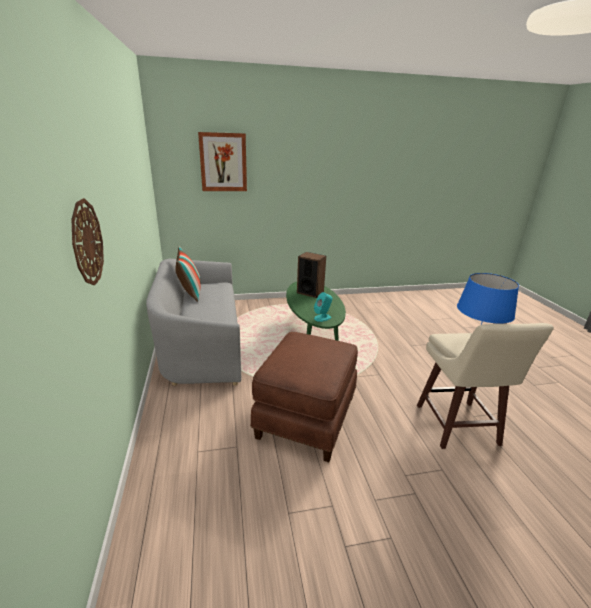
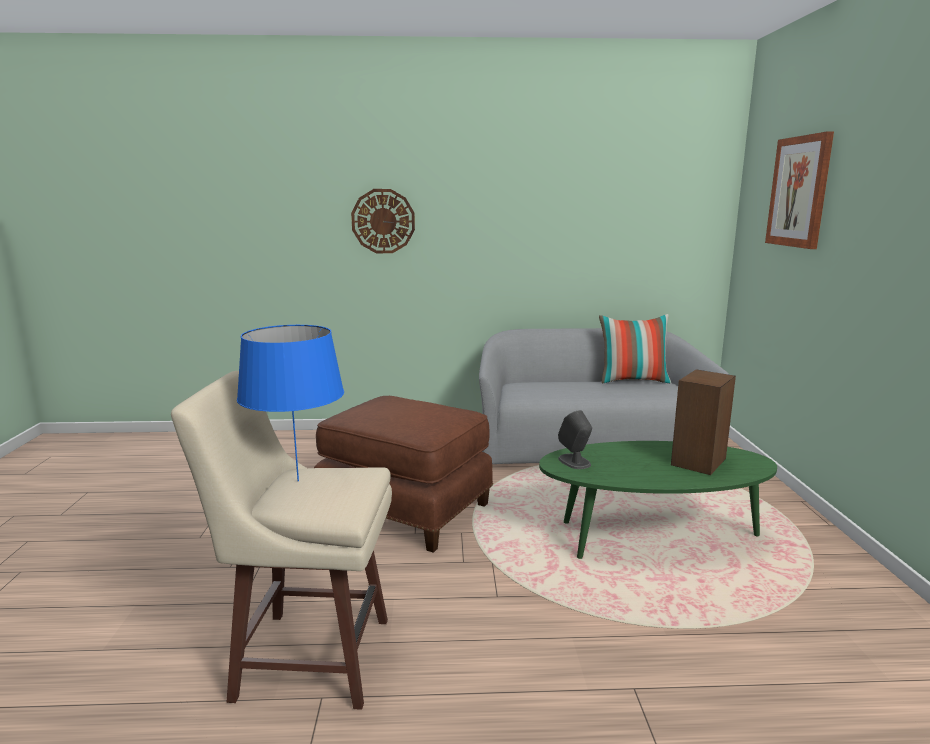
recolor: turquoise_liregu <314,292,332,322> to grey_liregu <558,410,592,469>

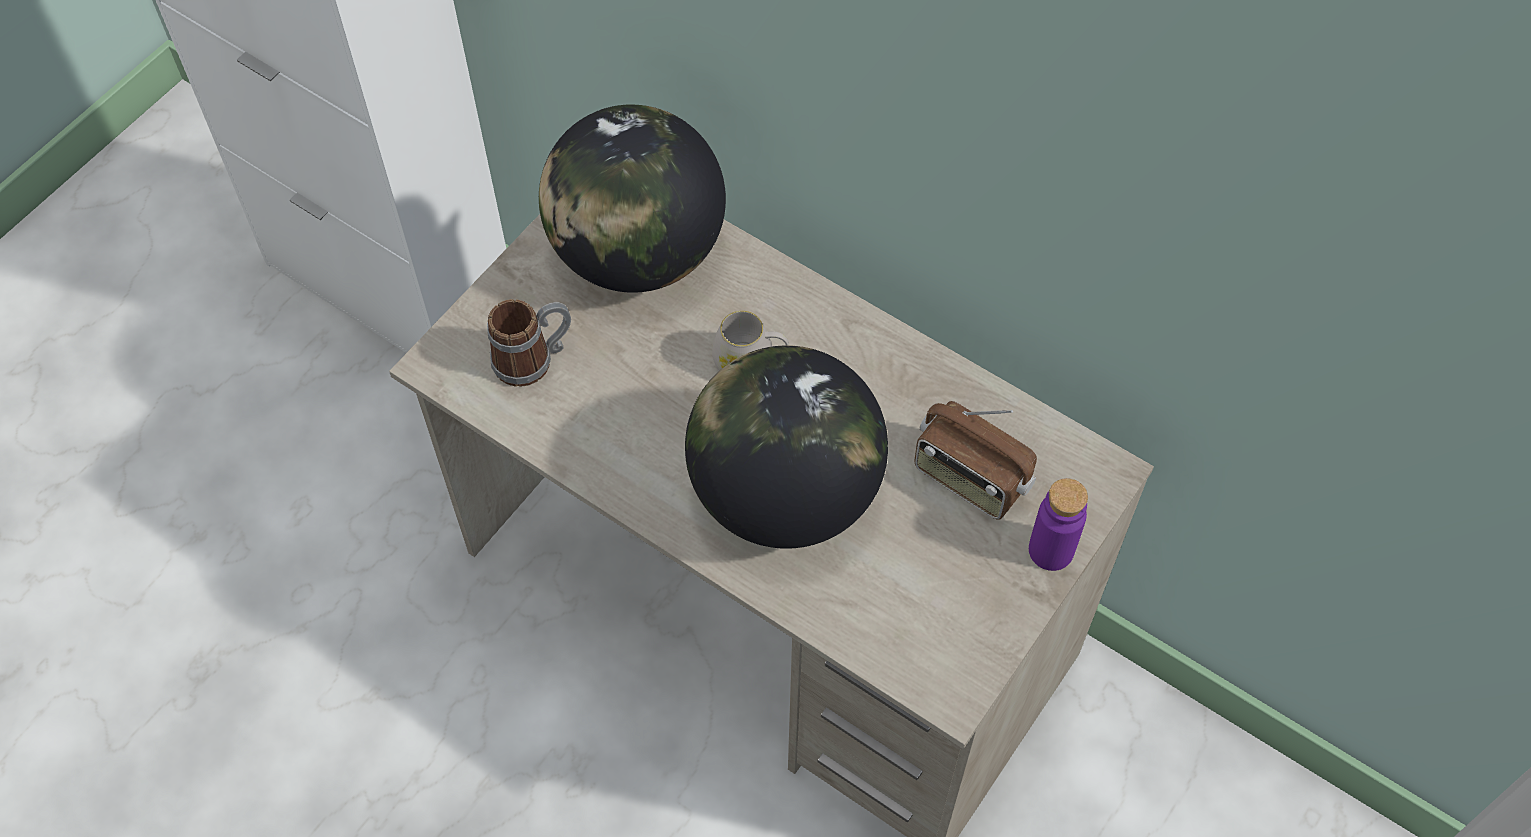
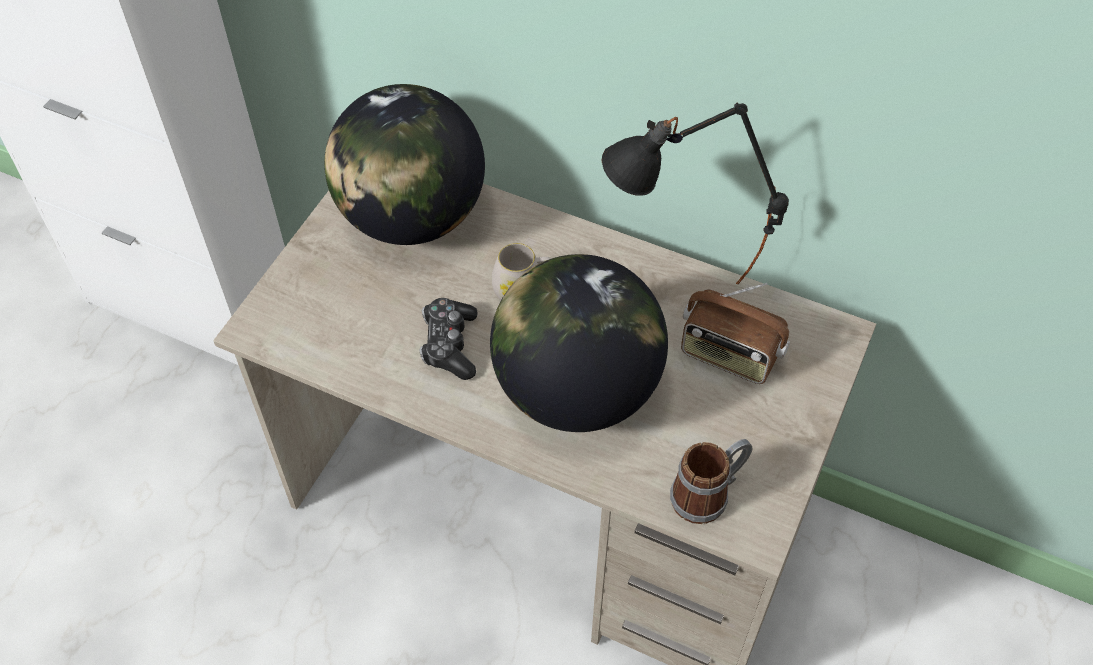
delete: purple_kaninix <1029,478,1088,571>
insert: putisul <419,298,478,380>; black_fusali <602,103,789,284>
move: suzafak <487,299,571,387> to <670,439,752,524>

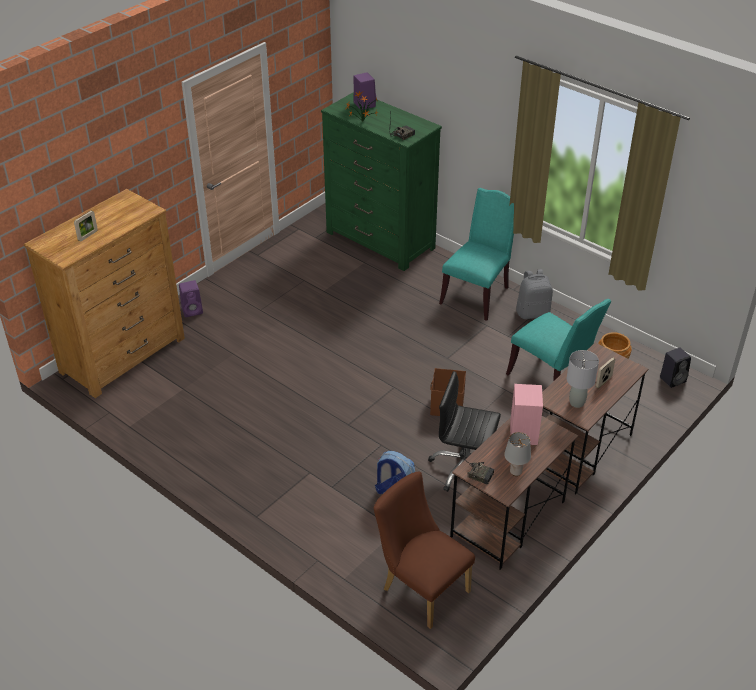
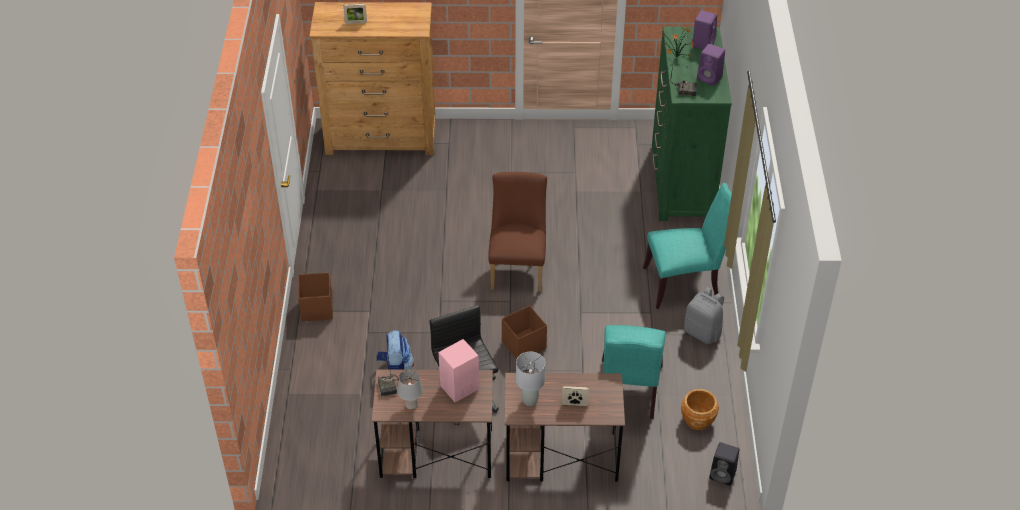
insert: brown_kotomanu <298,272,333,321>
move: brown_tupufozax <374,472,475,629> to <488,172,547,292>; purple_liregu <179,280,203,317> to <697,44,725,86>

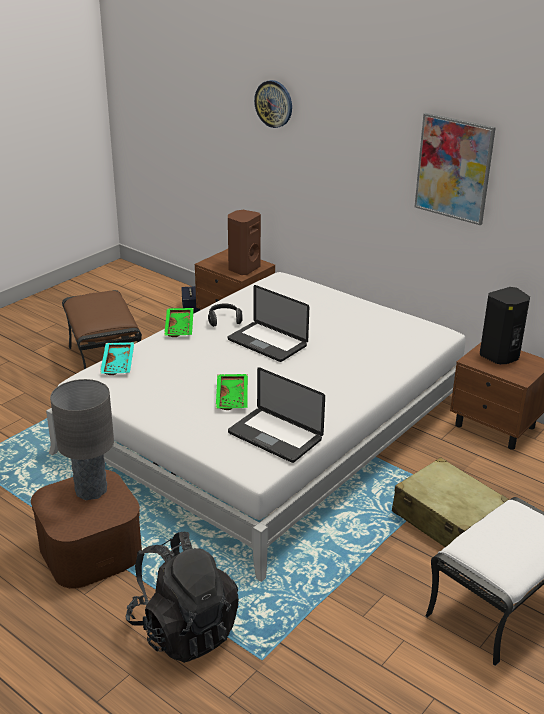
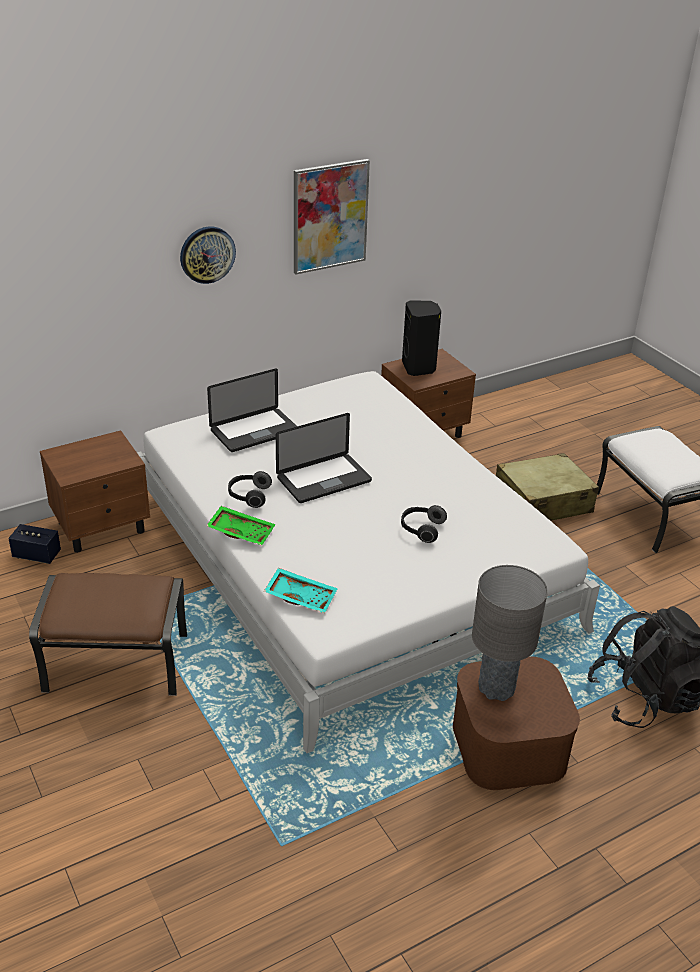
delete: brown_liregu <228,210,261,275>
move: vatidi <254,80,292,128> to <180,226,236,284>; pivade <228,367,325,463> to <207,369,297,452>
replace: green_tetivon <216,374,248,410> to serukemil <401,505,447,543>

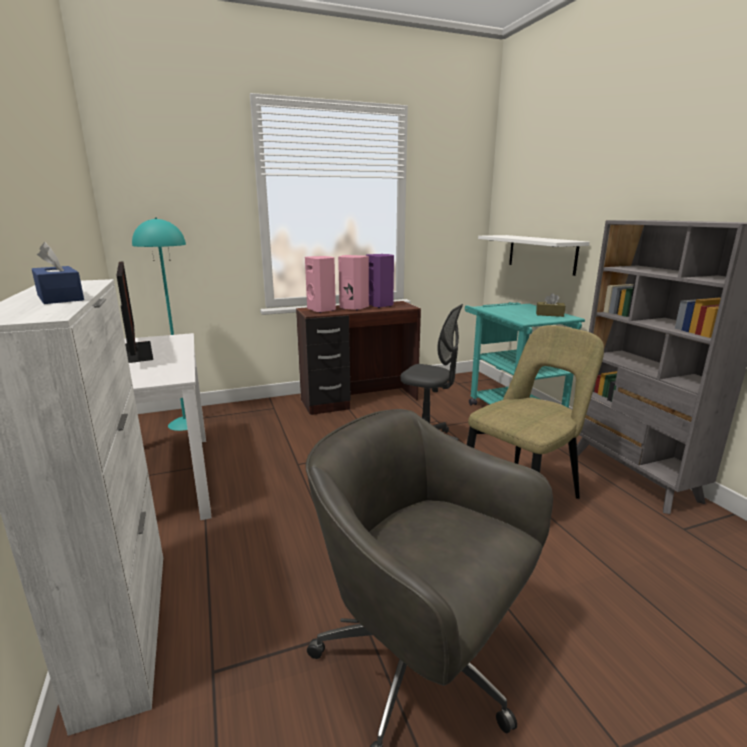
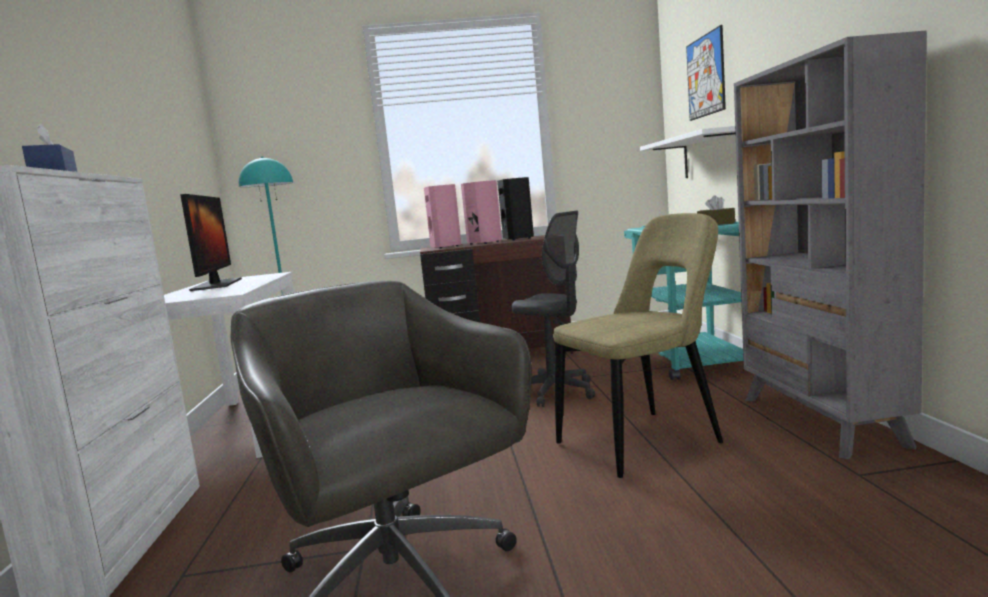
insert: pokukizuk <686,25,726,121>
recolor: purple_liregu <366,254,394,308> to black_liregu <498,177,534,240>

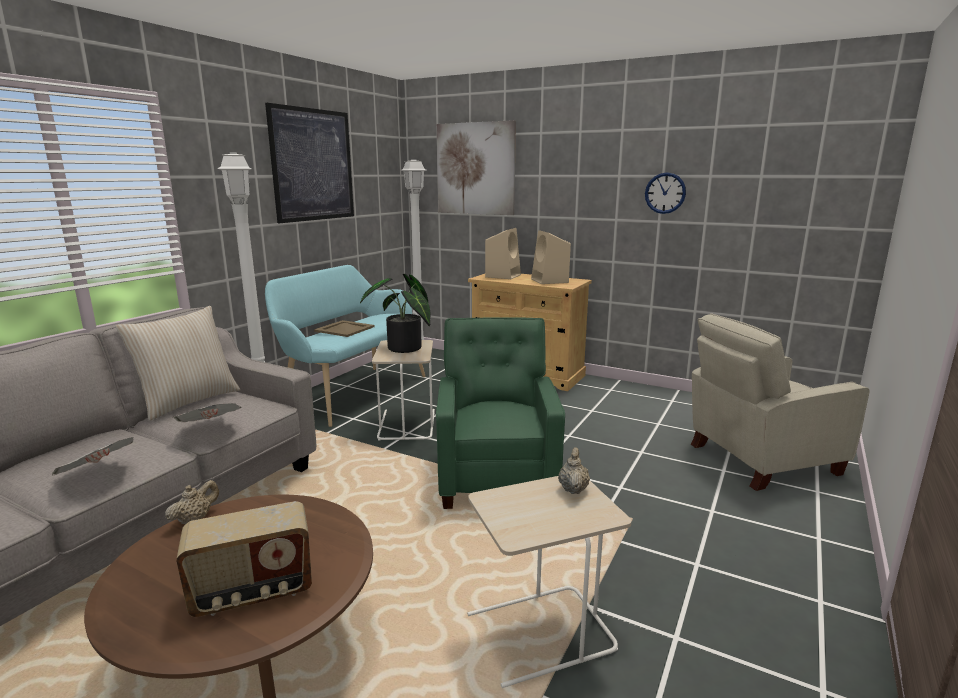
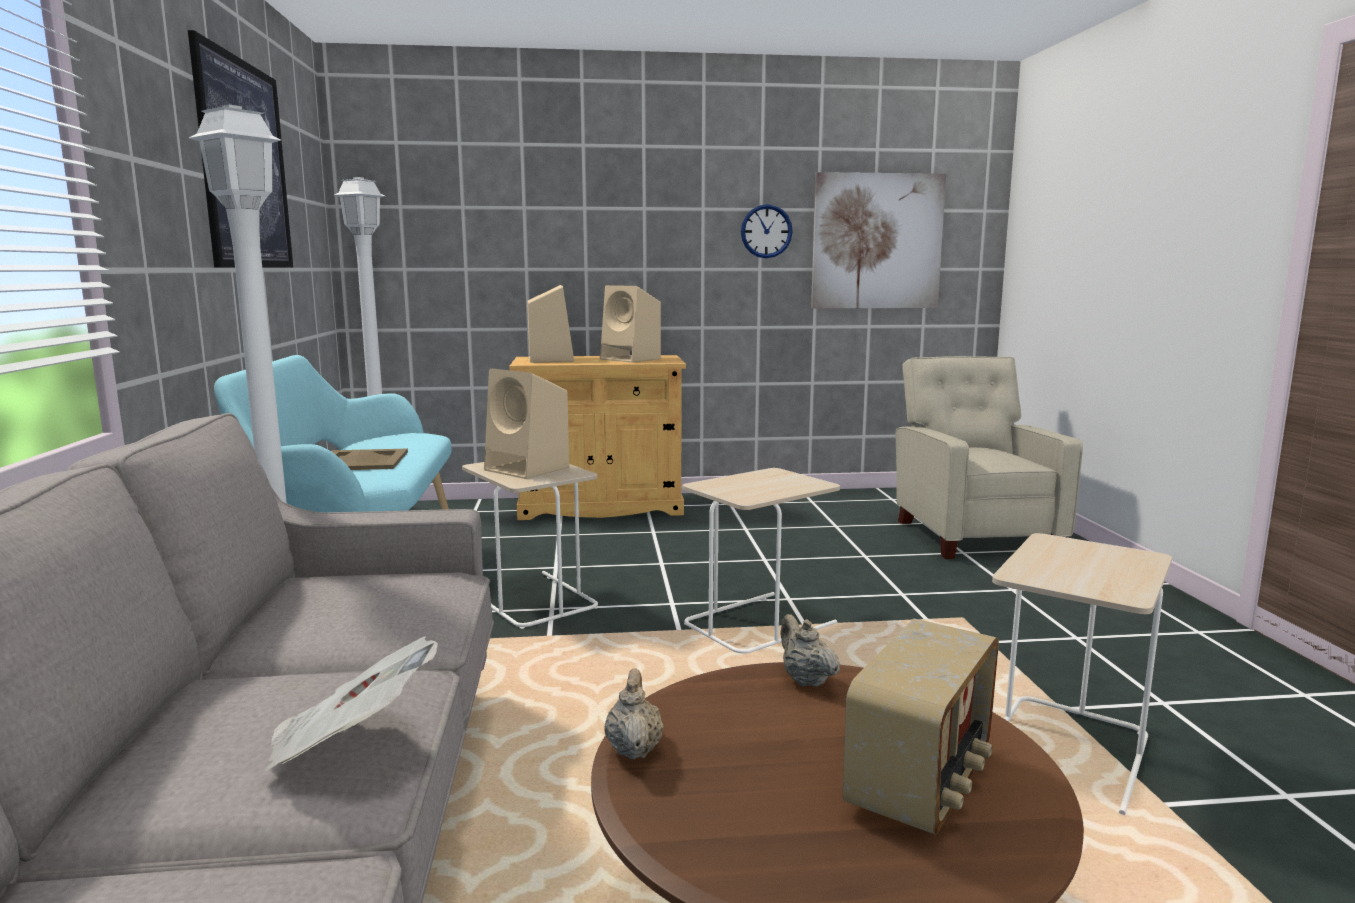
delete: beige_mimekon <115,306,240,421>; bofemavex <172,403,242,422>
move: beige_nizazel <558,447,590,494> to <780,614,840,687>; pokukizuk <437,120,516,215> to <811,172,946,309>
replace: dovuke <360,274,431,353> to beige_liregu <484,368,569,479>; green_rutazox <436,318,565,509> to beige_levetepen <682,468,840,654>
rotate: beige_rutazox <691,313,870,491> = <895,356,1083,559> 135 degrees clockwise

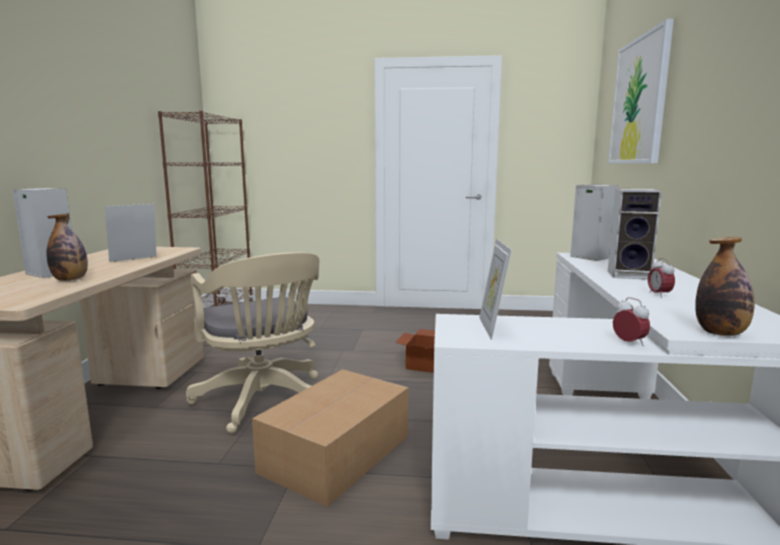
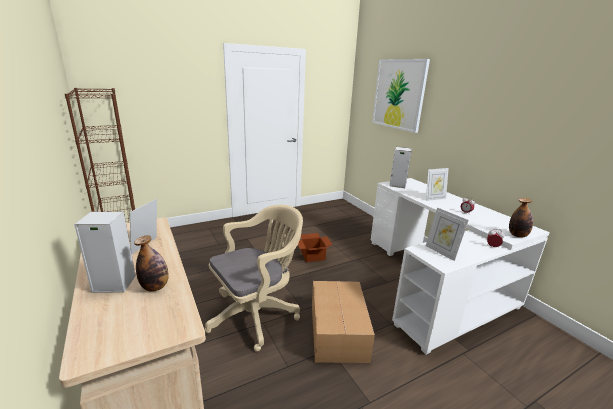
replace: liregu <608,189,662,280> to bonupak <426,168,449,201>
rotate: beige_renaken <186,252,319,434> = <204,205,303,352> 60 degrees counterclockwise

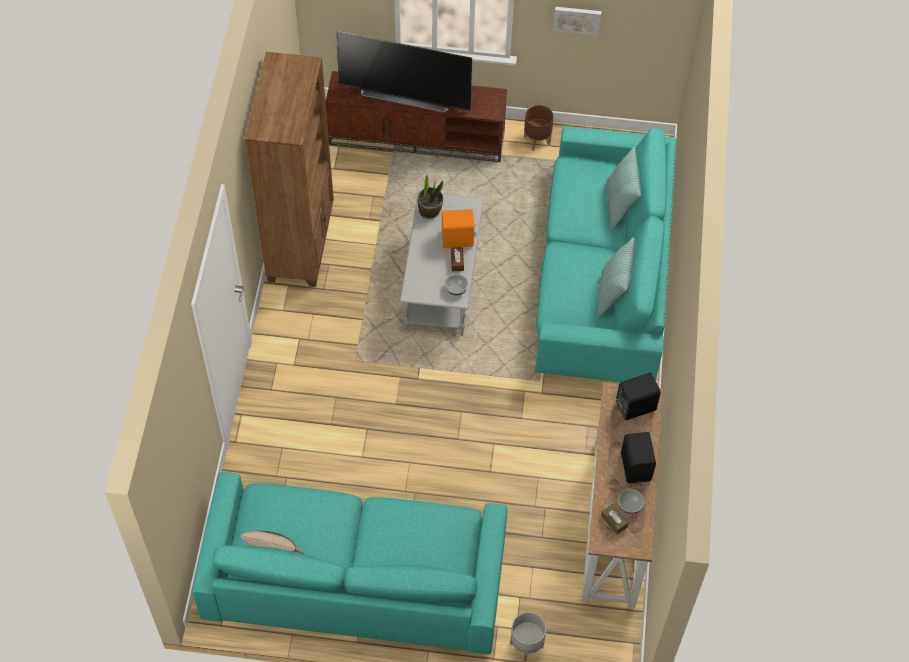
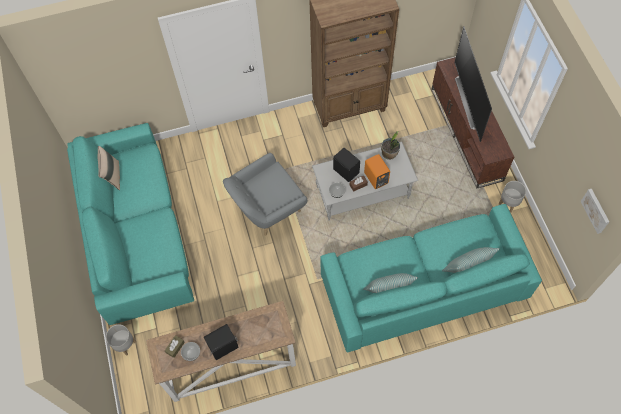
insert: grey_rutazox <223,153,307,236>
move: black_liregu <616,373,661,420> to <333,148,360,182>; pokukizuk <553,7,601,36> to <580,189,609,234>
recolor: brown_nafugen <524,105,554,151> to grey_nafugen <499,181,526,213>

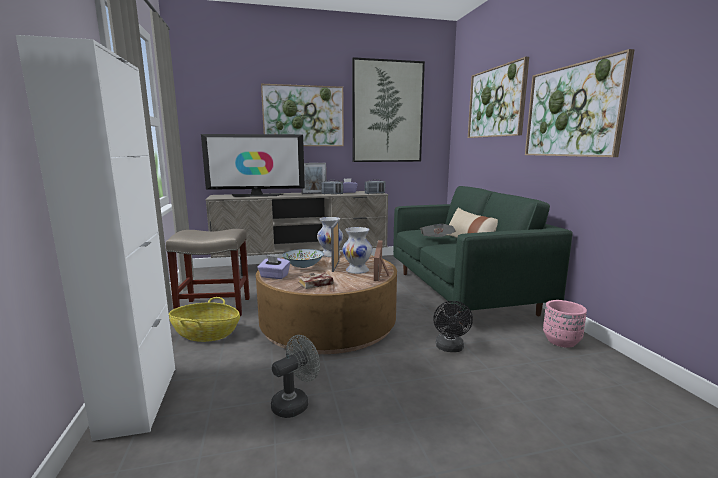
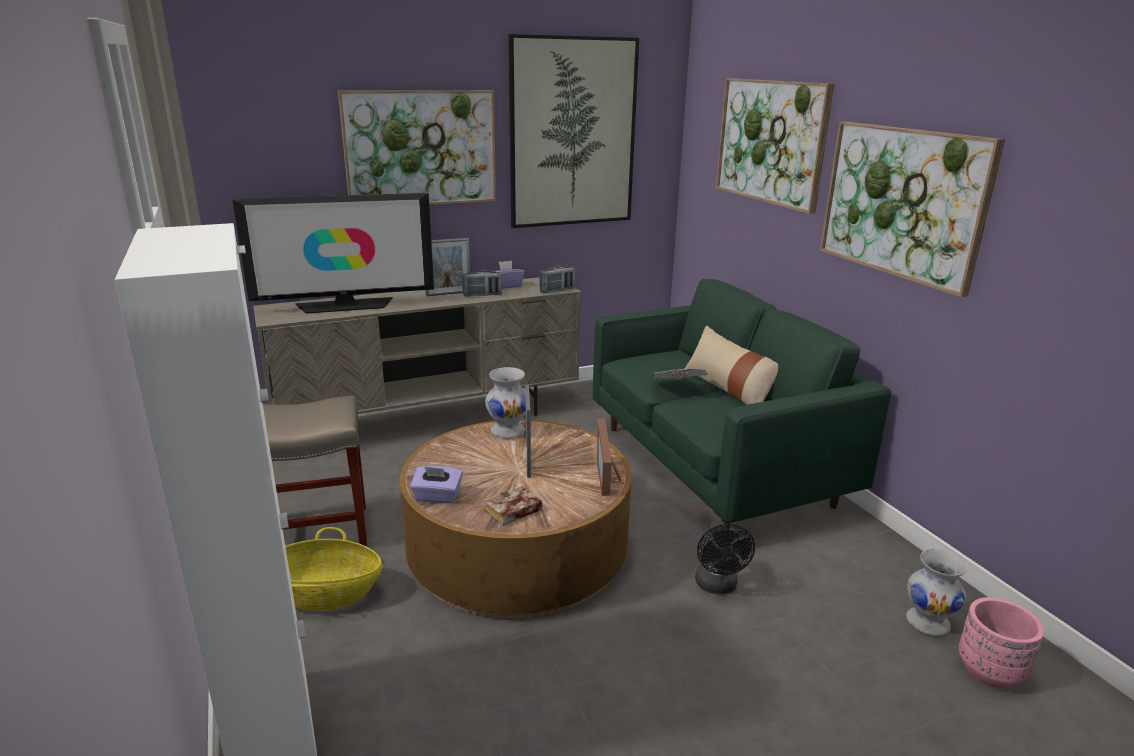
delete: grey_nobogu <271,335,320,418>; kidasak <282,249,324,268>
move: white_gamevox <342,227,372,274> to <906,549,968,636>; pink_nafugen <543,300,587,348> to <959,597,1044,689>

